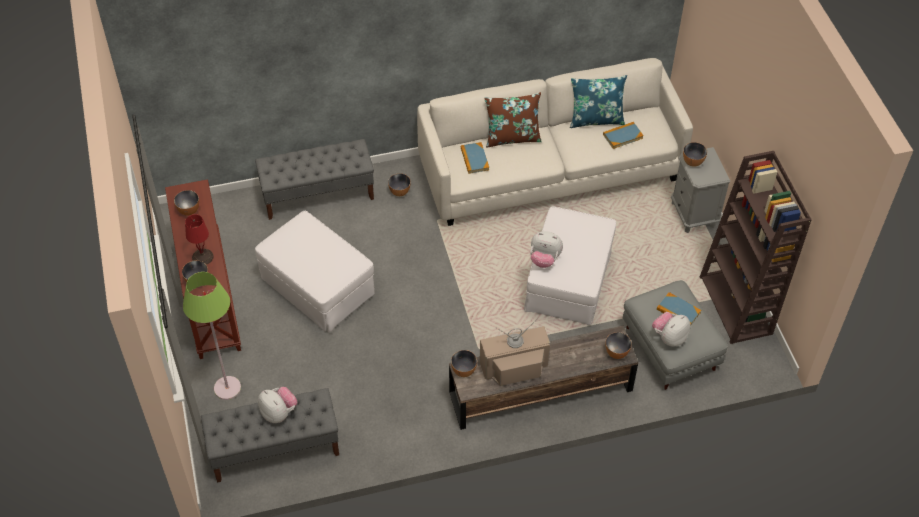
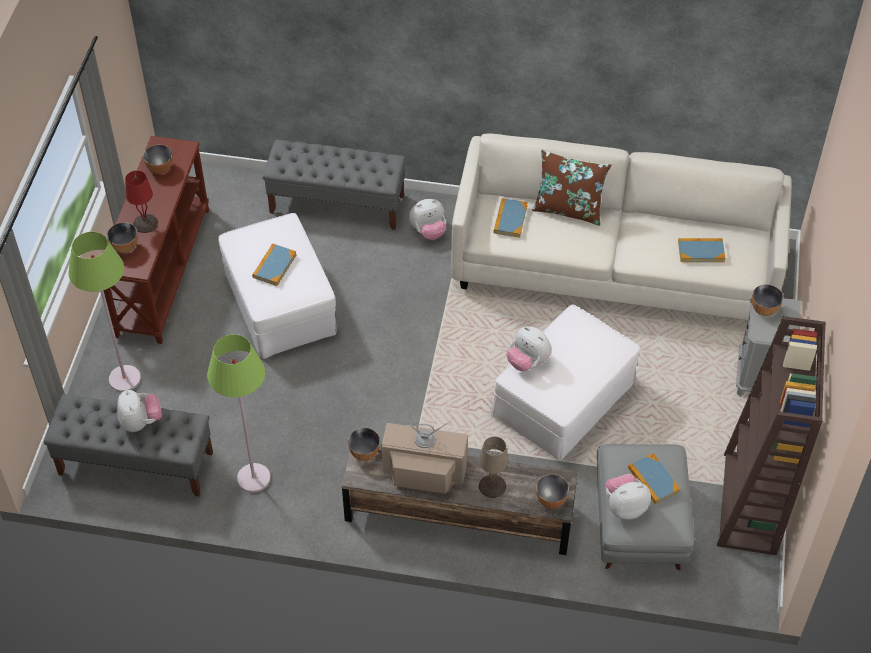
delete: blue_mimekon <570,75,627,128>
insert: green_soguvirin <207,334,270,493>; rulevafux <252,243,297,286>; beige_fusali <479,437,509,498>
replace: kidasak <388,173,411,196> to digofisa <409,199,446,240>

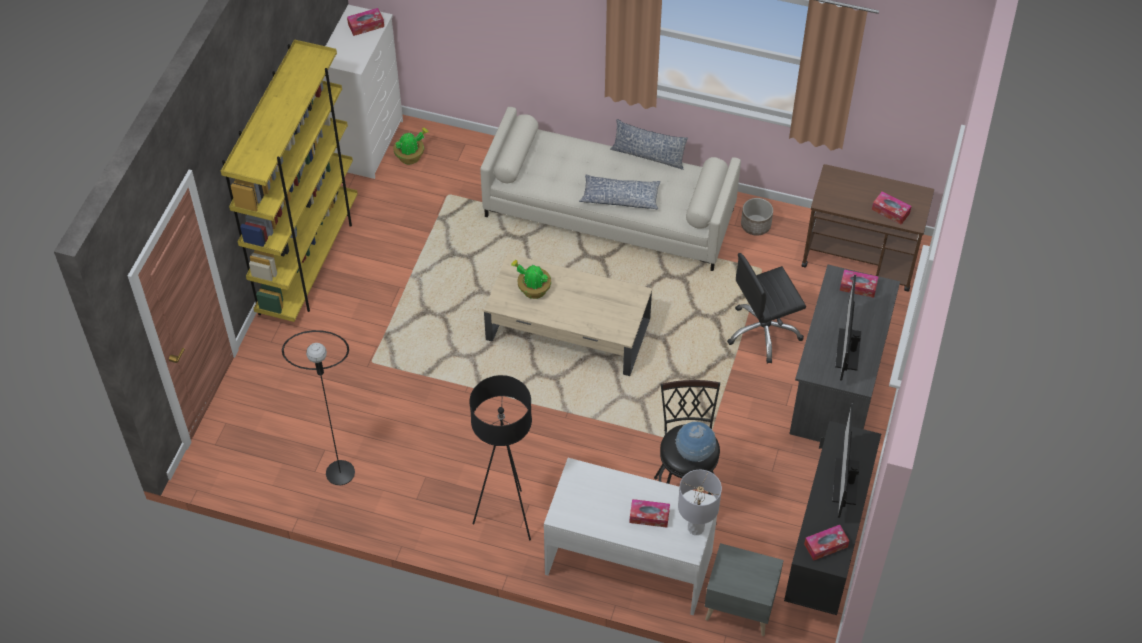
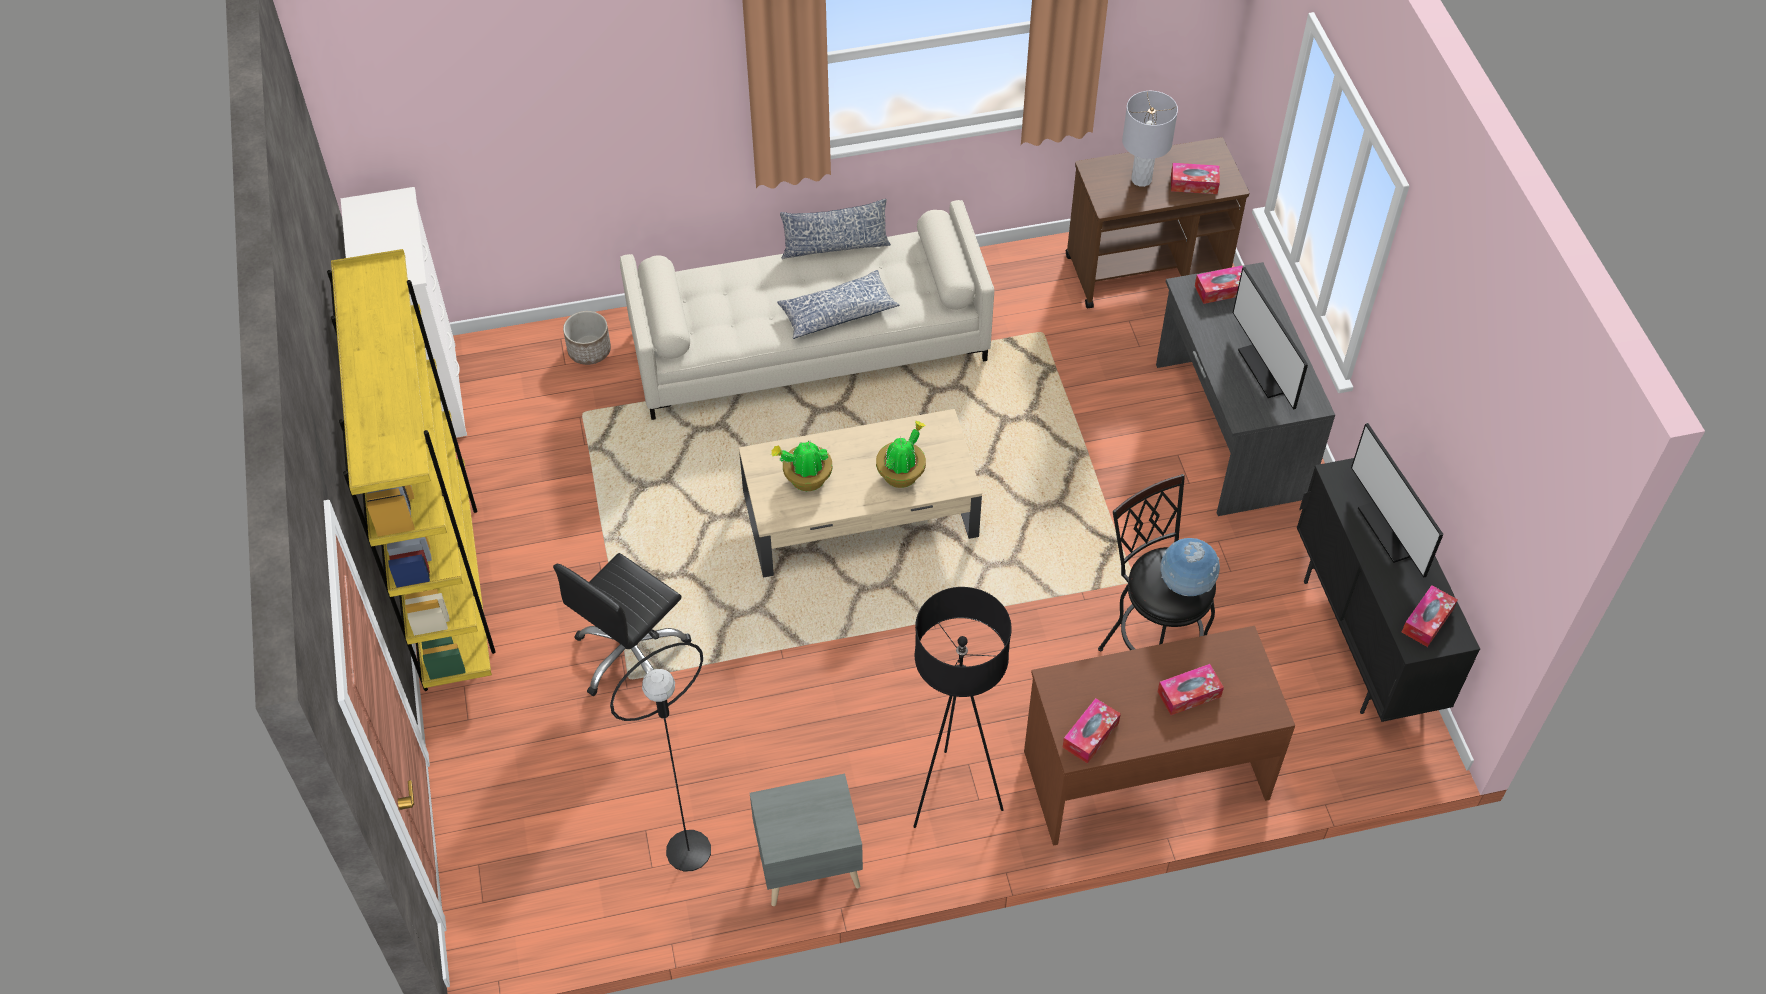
move: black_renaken <727,253,806,364> to <553,553,691,696>; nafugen <741,198,773,236> to <563,311,611,365>; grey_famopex <704,543,784,636> to <750,773,863,906>; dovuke <393,128,428,164> to <876,421,926,488>; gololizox <347,8,384,36> to <1062,698,1121,764>; grey_fusali <678,470,722,535> to <1122,91,1178,187>
recolor: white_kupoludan <544,458,717,616> to brown_kupoludan <1024,626,1295,846>

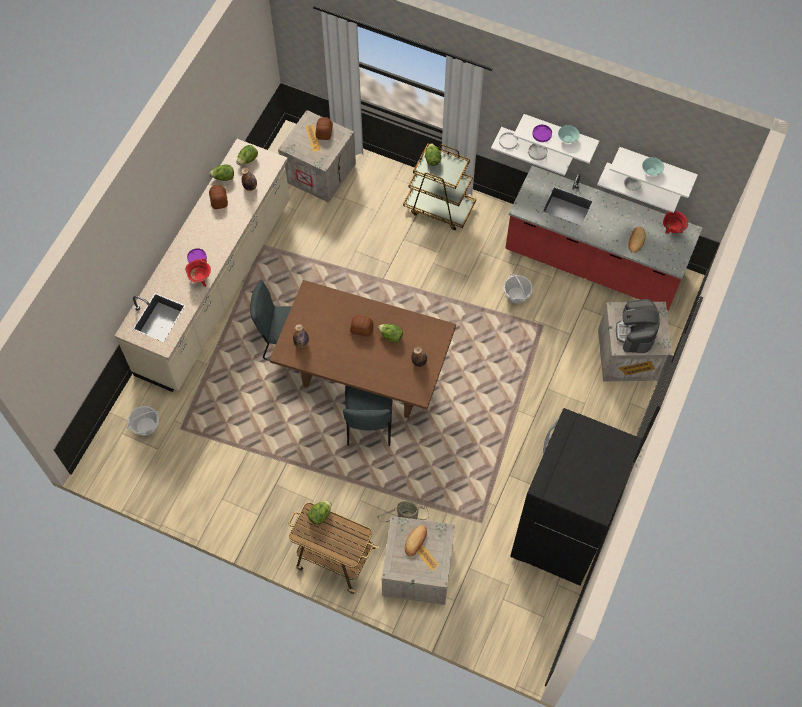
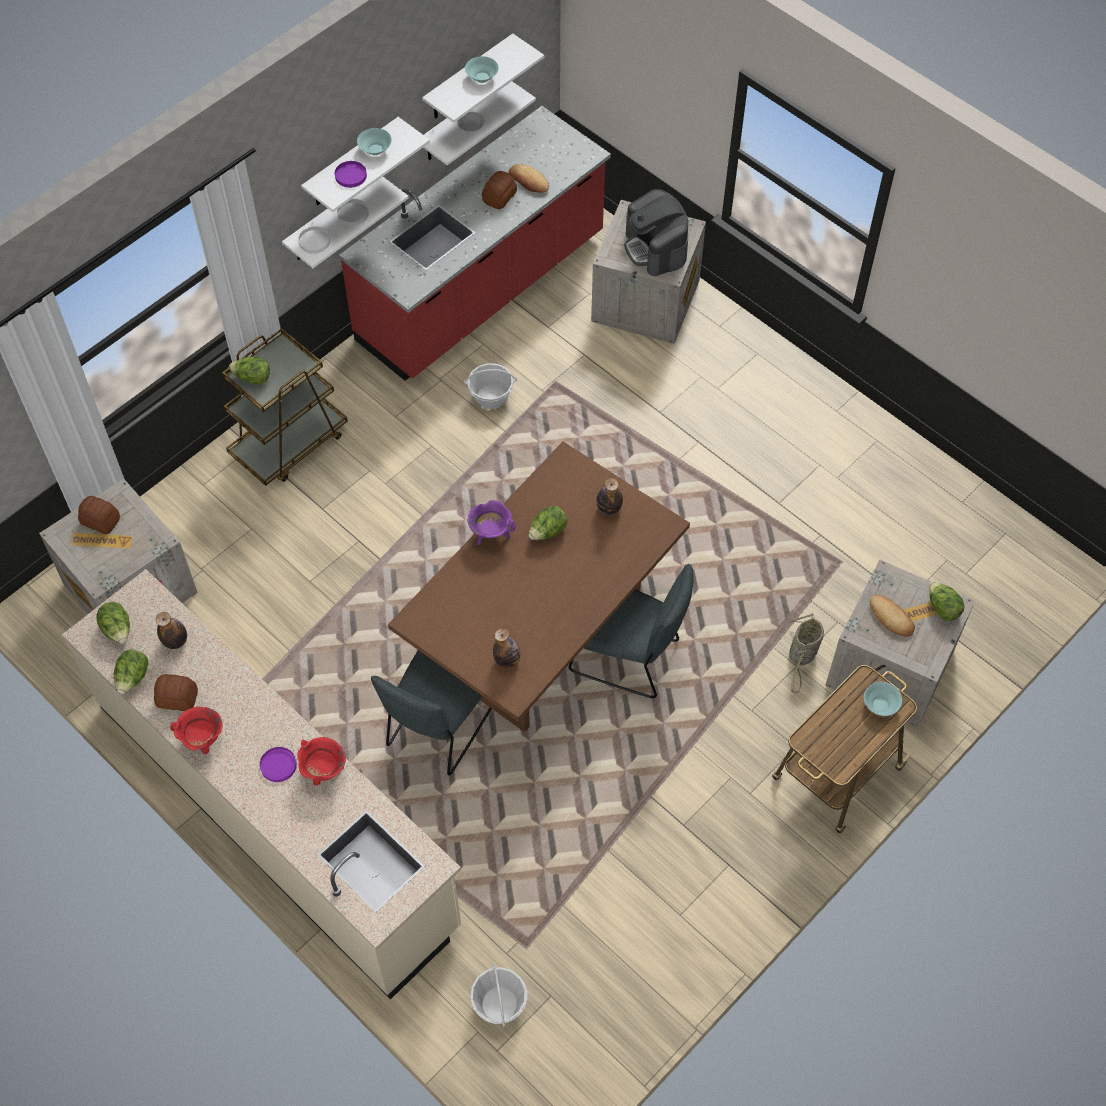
delete: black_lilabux <510,408,642,586>
insert: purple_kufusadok <468,500,516,545>; turquoise_kidasak <864,682,902,716>
move: red_kufusadok <663,211,688,234> to <170,707,223,754>; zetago <350,315,373,337> to <482,171,517,209>; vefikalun <307,500,331,525> to <929,582,964,621>
rotate: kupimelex <616,299,660,353> = <624,189,688,276> 45 degrees clockwise

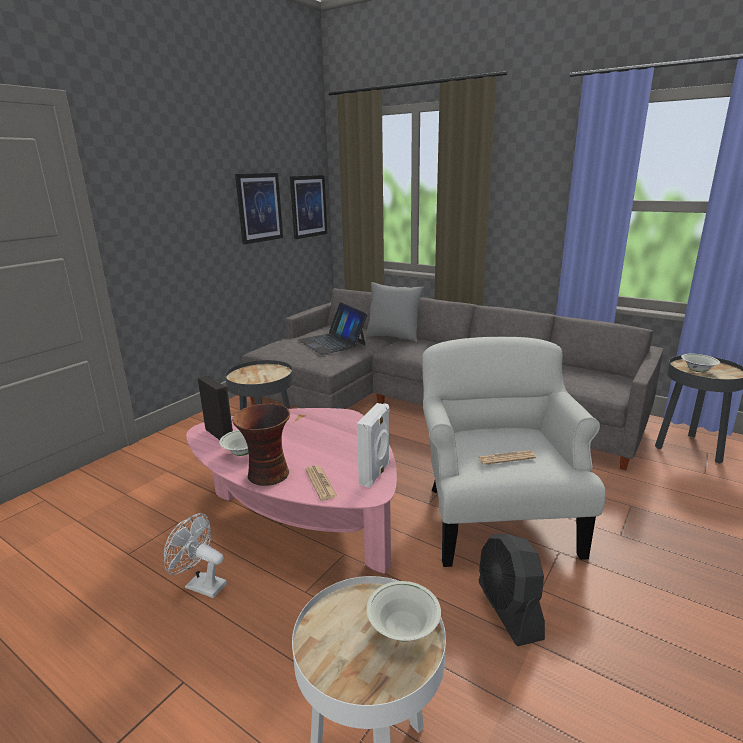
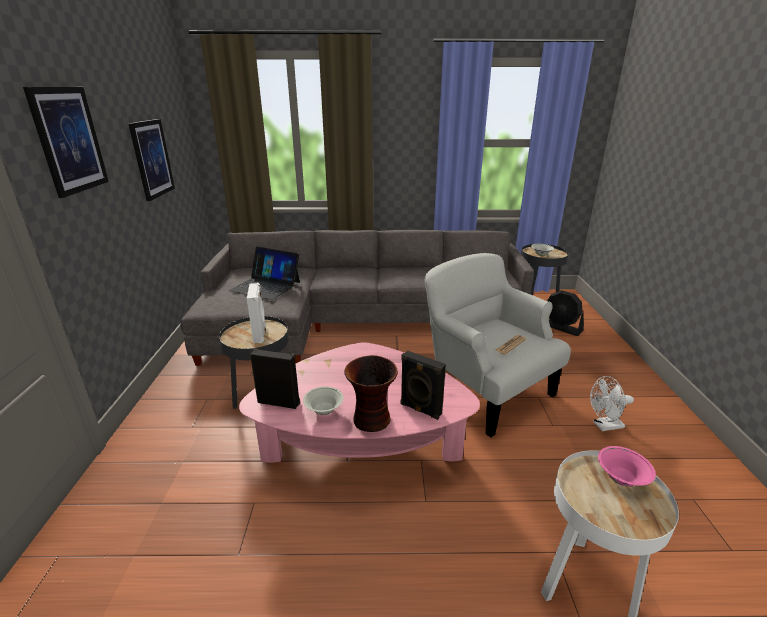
delete: grey_mimekon <366,282,424,343>
move: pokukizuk <290,175,327,239> to <23,87,109,198>; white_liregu <357,403,390,488> to <247,283,266,343>; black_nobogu <479,533,545,646> to <547,290,584,336>; white_nobogu <164,513,227,598> to <590,376,634,431>
replace: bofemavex <305,465,338,501> to black_liregu <401,351,446,420>
recolor: white_kidasak <366,581,441,641> to pink_kidasak <598,446,656,487>

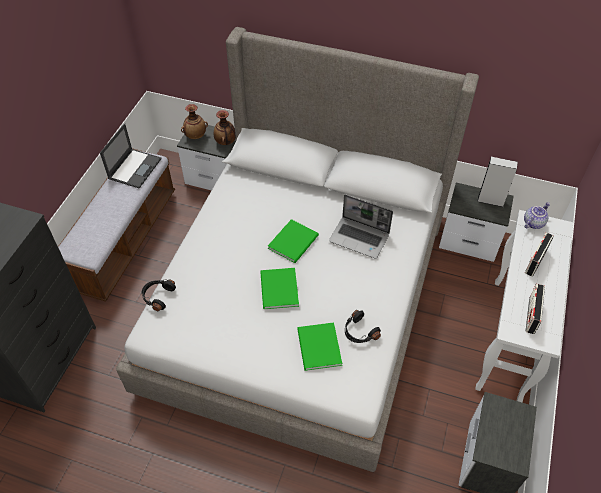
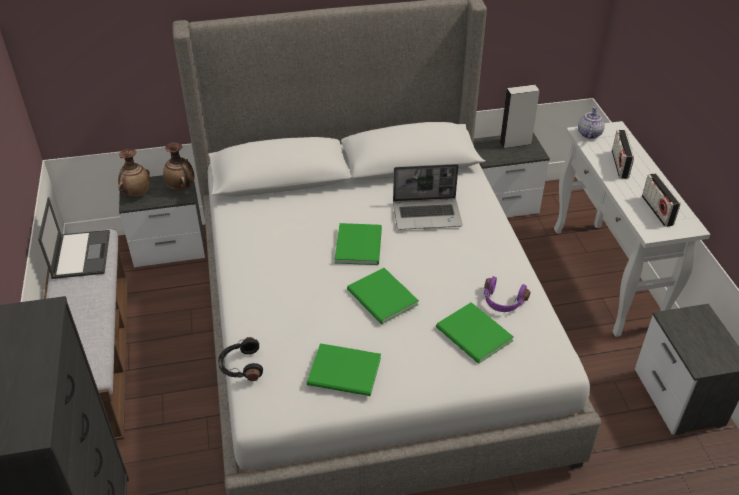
insert: green_rulevafux <307,343,381,396>
recolor: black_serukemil <345,310,381,343> to purple_serukemil <484,276,531,312>

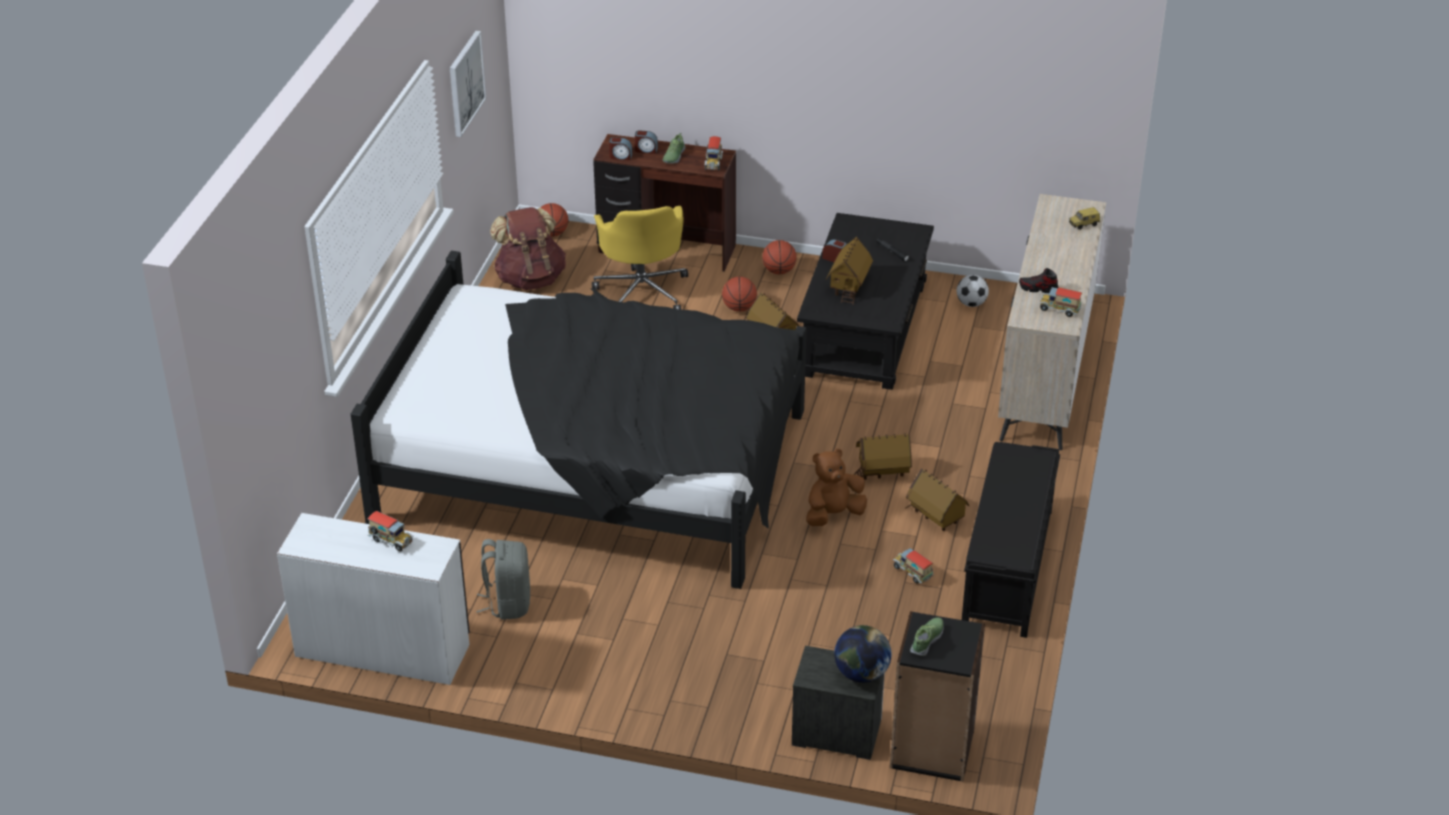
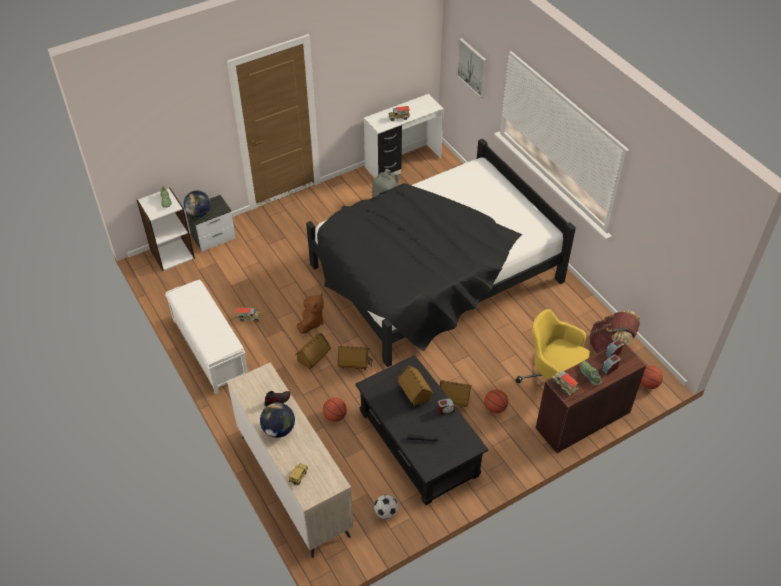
delete: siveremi <1039,287,1082,317>
insert: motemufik <260,403,295,438>
move: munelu <762,240,797,274> to <323,398,347,422>; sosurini <906,468,970,531> to <338,346,373,370>; pokukizuk <450,31,487,137> to <457,38,487,98>
recolor: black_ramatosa <890,611,985,782> to white_ramatosa <136,188,195,271>; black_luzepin <962,442,1060,638> to white_luzepin <165,280,248,394>

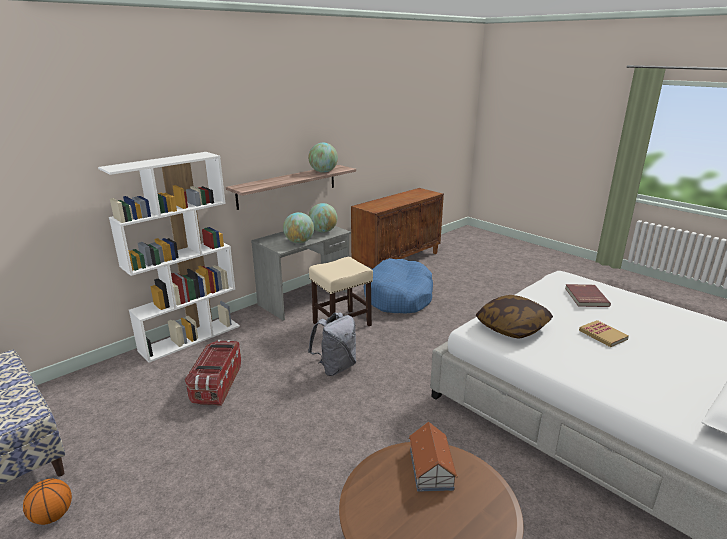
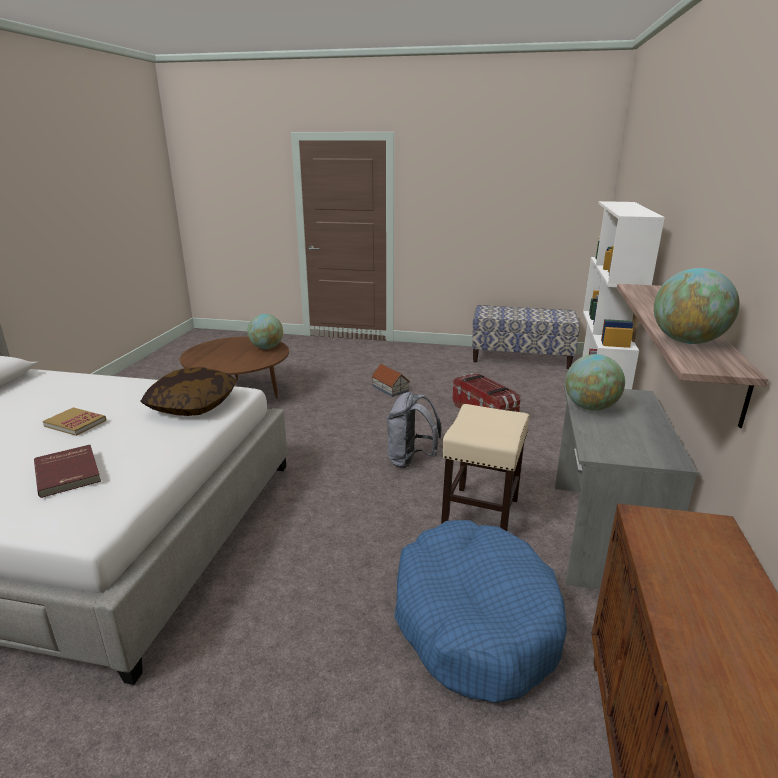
delete: munelu <23,479,72,525>
move: motemufik <308,203,337,233> to <247,314,283,349>; sosurini <409,421,458,492> to <371,364,410,397>

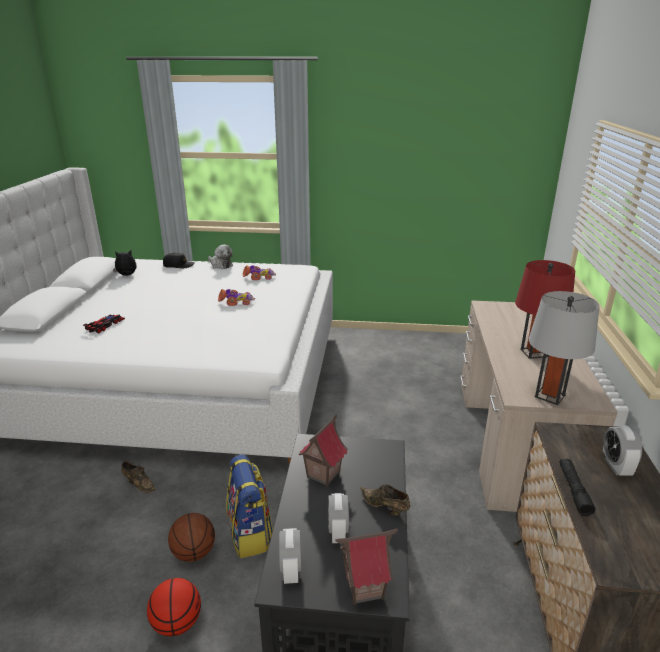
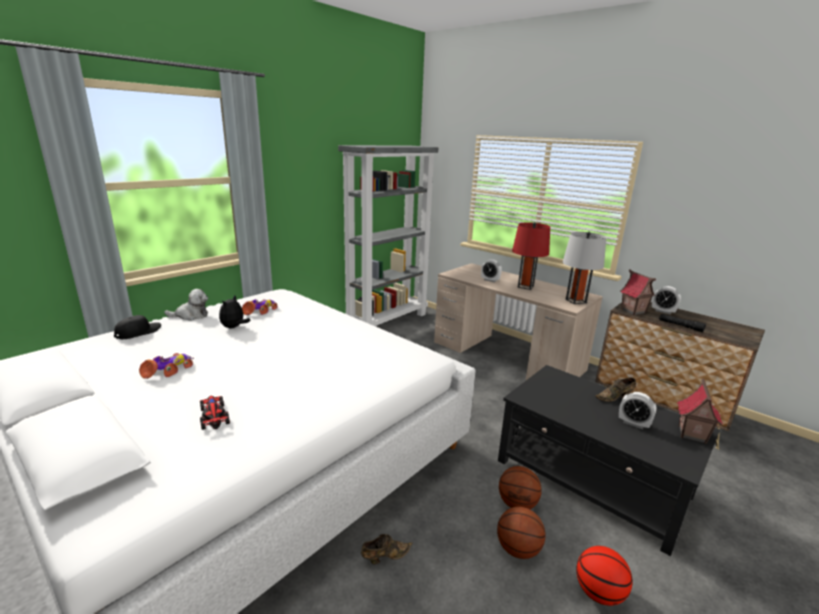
insert: grey_ramatosa <338,145,438,326>
move: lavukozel <218,289,255,306> to <139,353,194,379>; digofisa <113,250,136,276> to <219,295,251,328>; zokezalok <279,528,302,584> to <481,259,502,282>; sosurini <299,415,348,486> to <620,269,656,315>
replace: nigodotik <226,455,273,558> to munelu <499,466,542,509>

